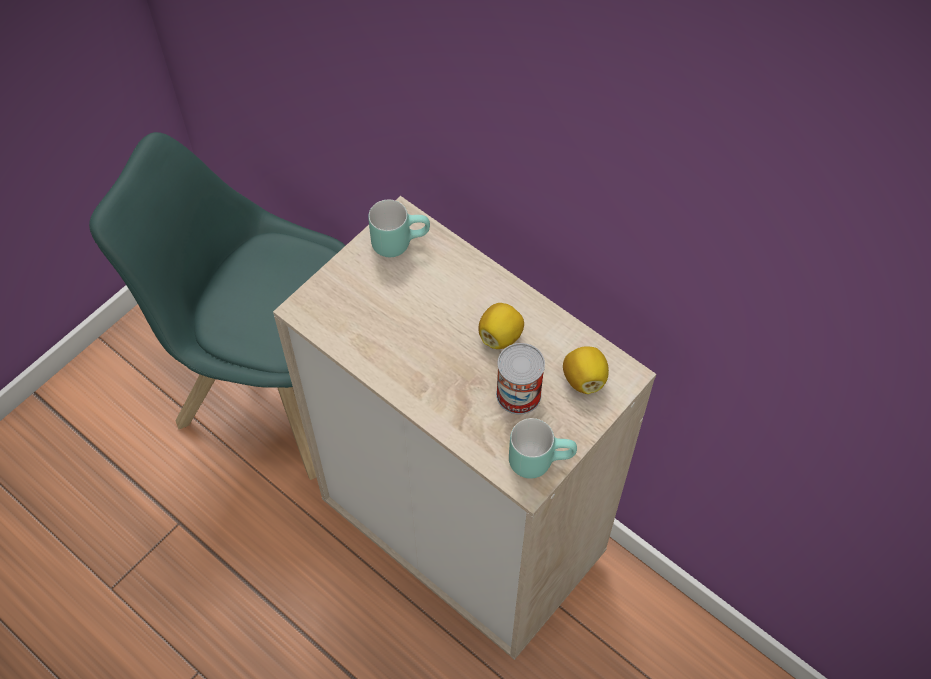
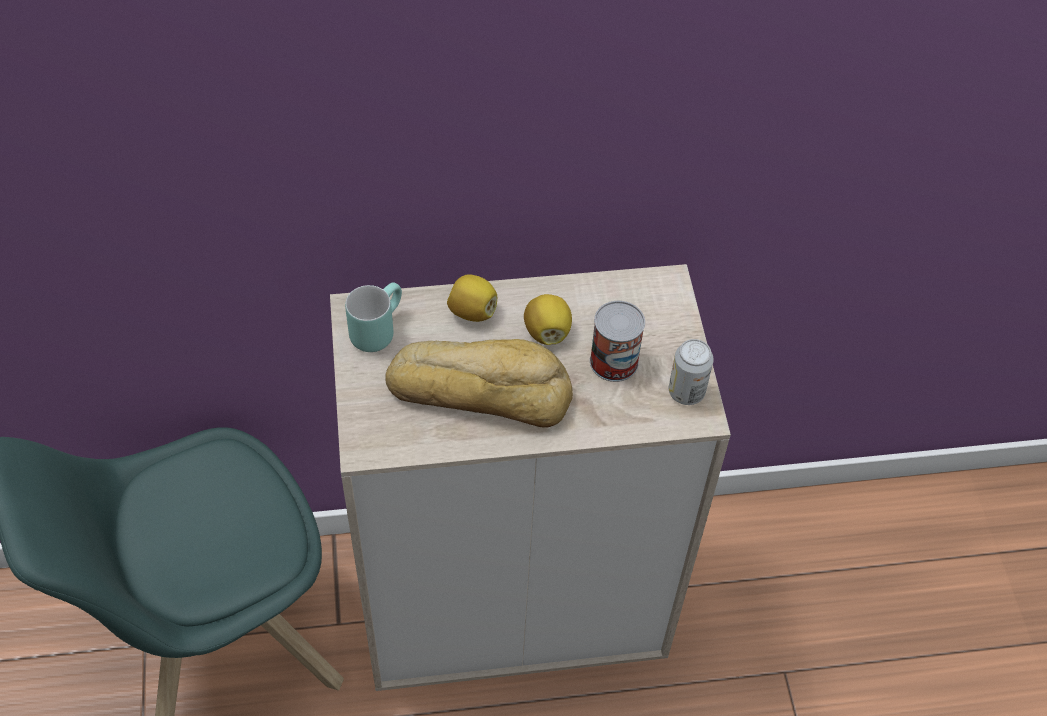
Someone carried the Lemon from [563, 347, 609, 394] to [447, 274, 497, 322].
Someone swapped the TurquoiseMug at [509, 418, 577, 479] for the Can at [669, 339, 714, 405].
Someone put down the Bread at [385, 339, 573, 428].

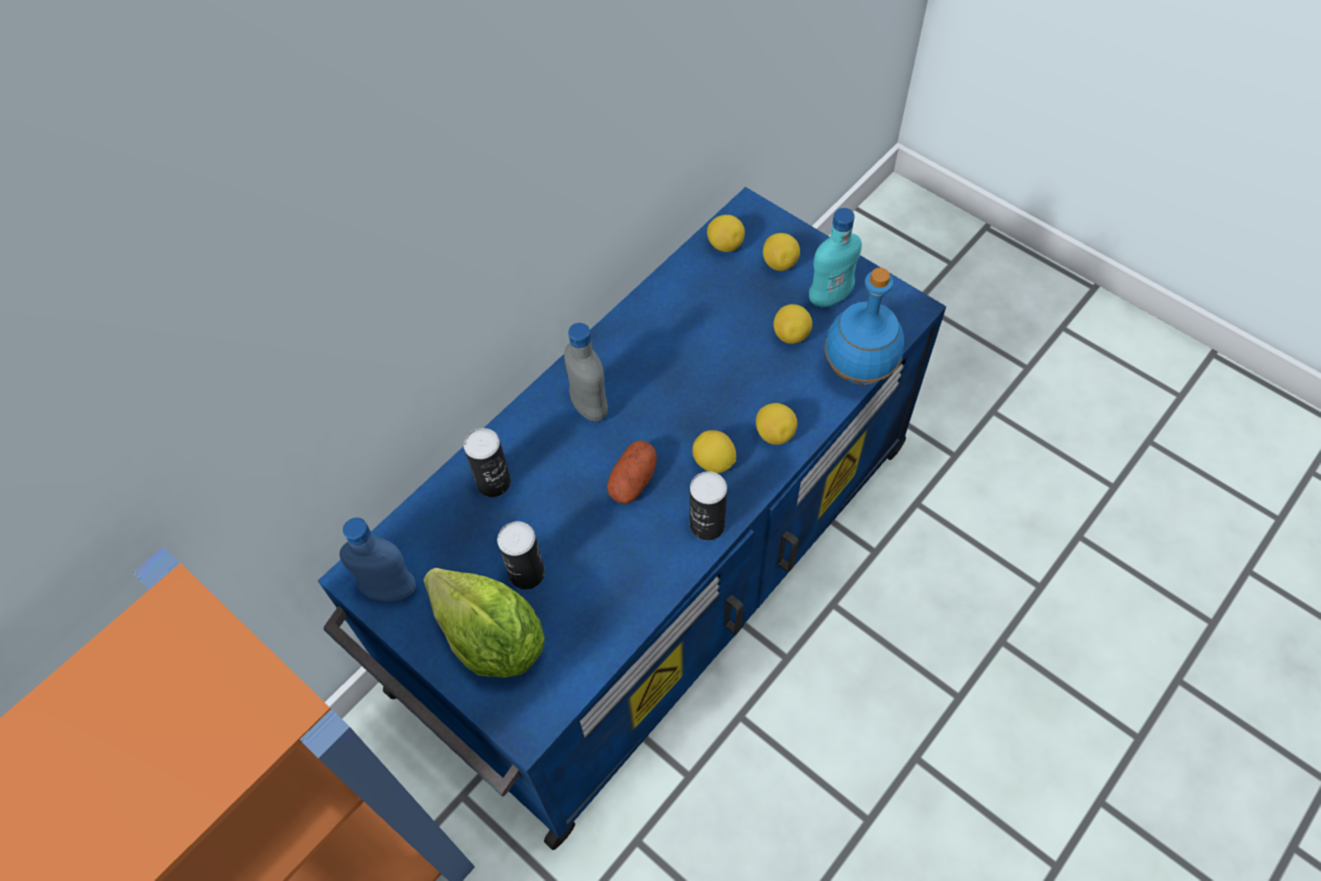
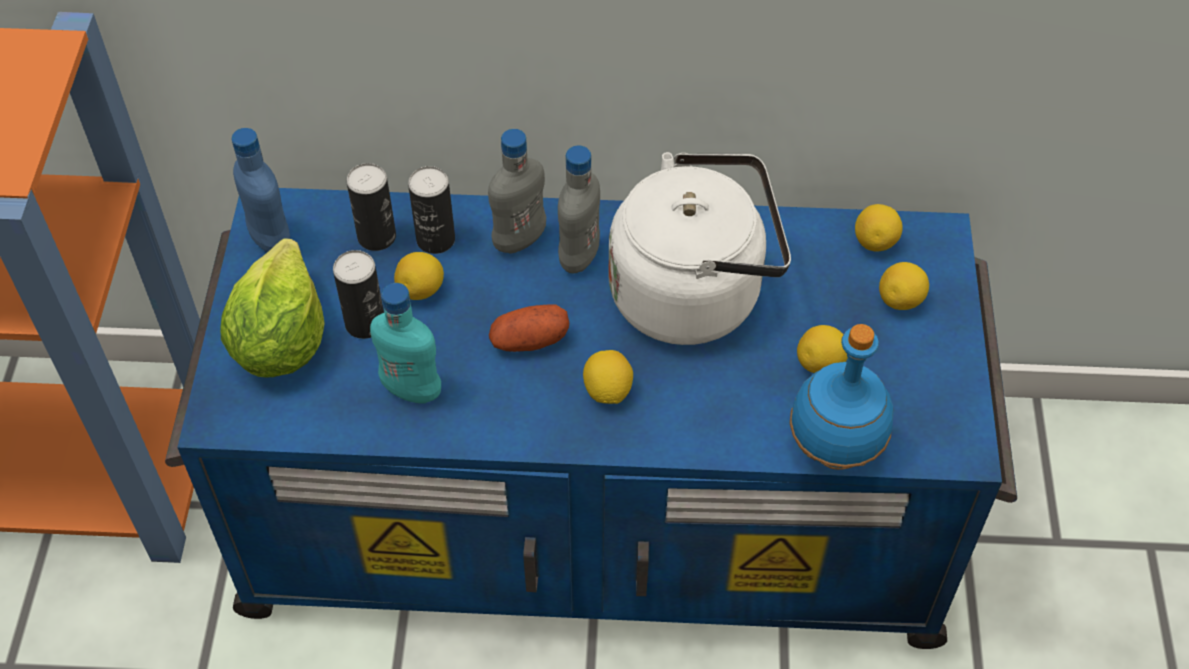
Someone carried the TurquoiseBottle from [809, 208, 862, 307] to [370, 283, 441, 404].
Someone carried the Lemon from [756, 403, 797, 445] to [394, 252, 444, 300].
Someone carried the Can from [690, 471, 727, 541] to [346, 163, 396, 251].
Someone put down the GreyBottle at [488, 129, 546, 254].
Someone put down the WhiteKettle at [608, 152, 791, 345].

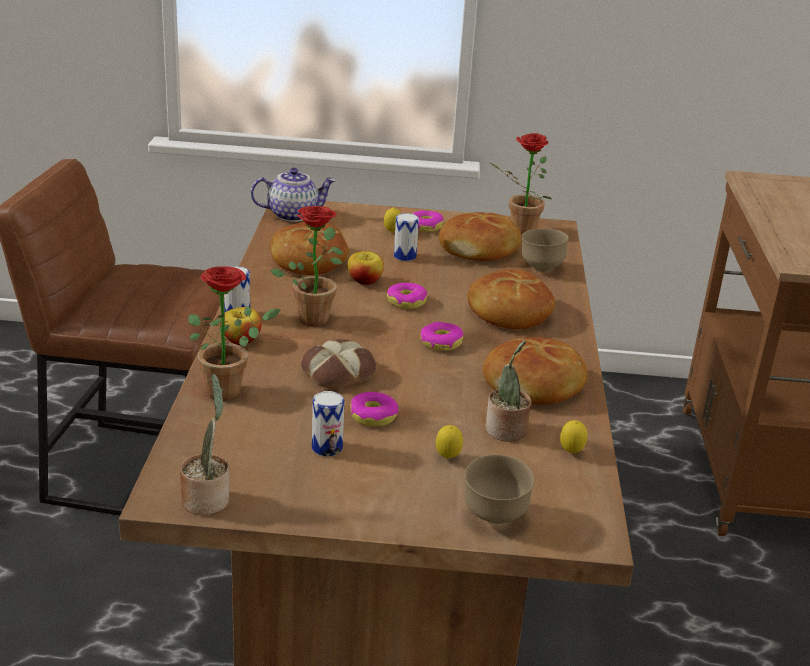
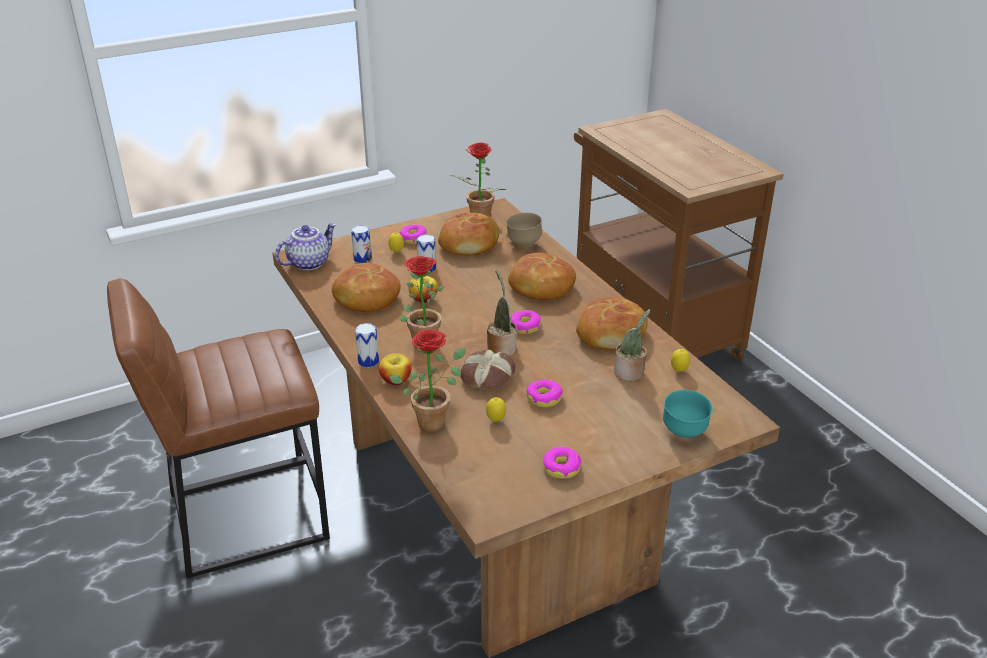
Someone carried the Donut from [387, 283, 427, 309] to [543, 447, 582, 479].
Someone carried the PottedPlant from [180, 374, 229, 515] to [487, 270, 517, 356].
Someone carried the Can from [312, 391, 345, 457] to [351, 225, 372, 263].
Someone carried the Lemon from [436, 425, 463, 459] to [486, 397, 506, 421].
Someone repainted the BrownBowl at [464, 455, 534, 524], which became the TurquoiseBowl at [663, 390, 713, 438].

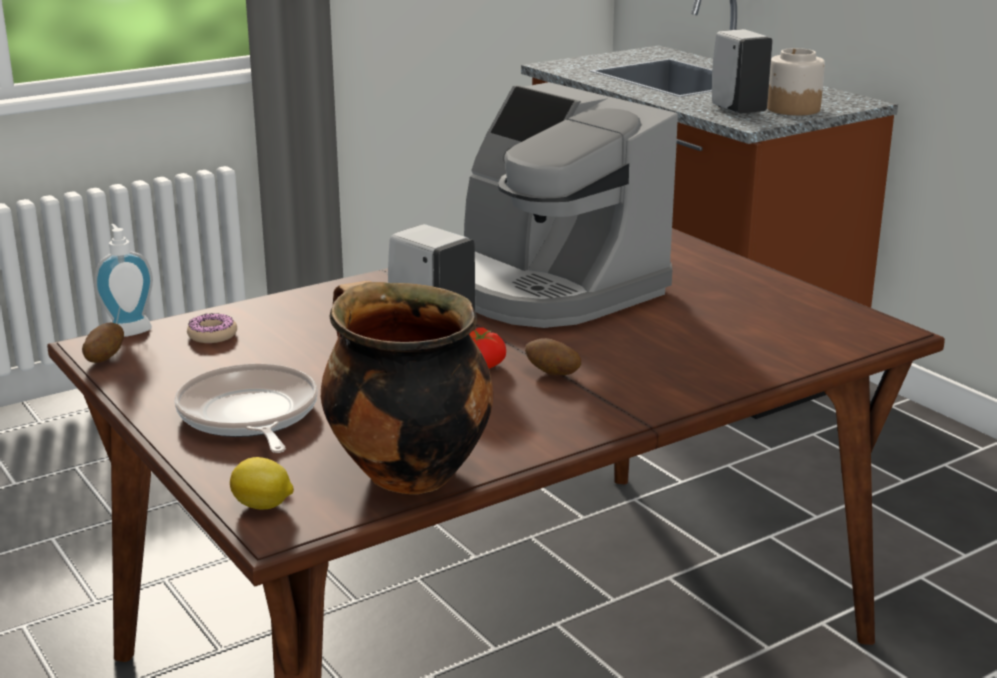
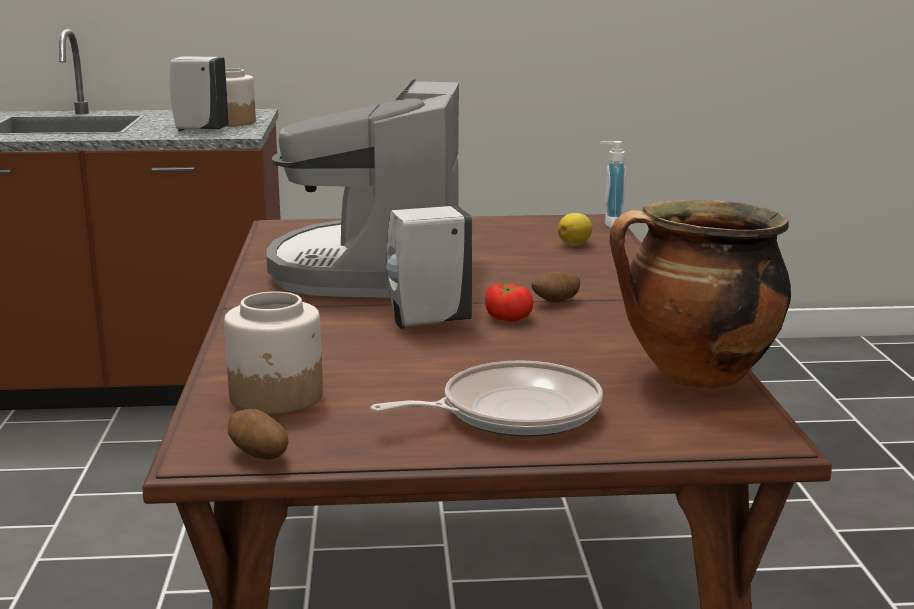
Someone rotated the CoffeeMachine at [464, 82, 678, 328] by 105 degrees clockwise.
Someone carried the SoapDispenser from [94, 224, 153, 337] to [599, 141, 626, 228].
Someone swapped the Donut at [187, 313, 237, 343] for the Jar at [224, 292, 323, 415].
Someone rotated the FryingPan at [174, 364, 318, 453] by 150 degrees clockwise.
Someone carried the Lemon from [230, 457, 294, 509] to [558, 213, 592, 246].

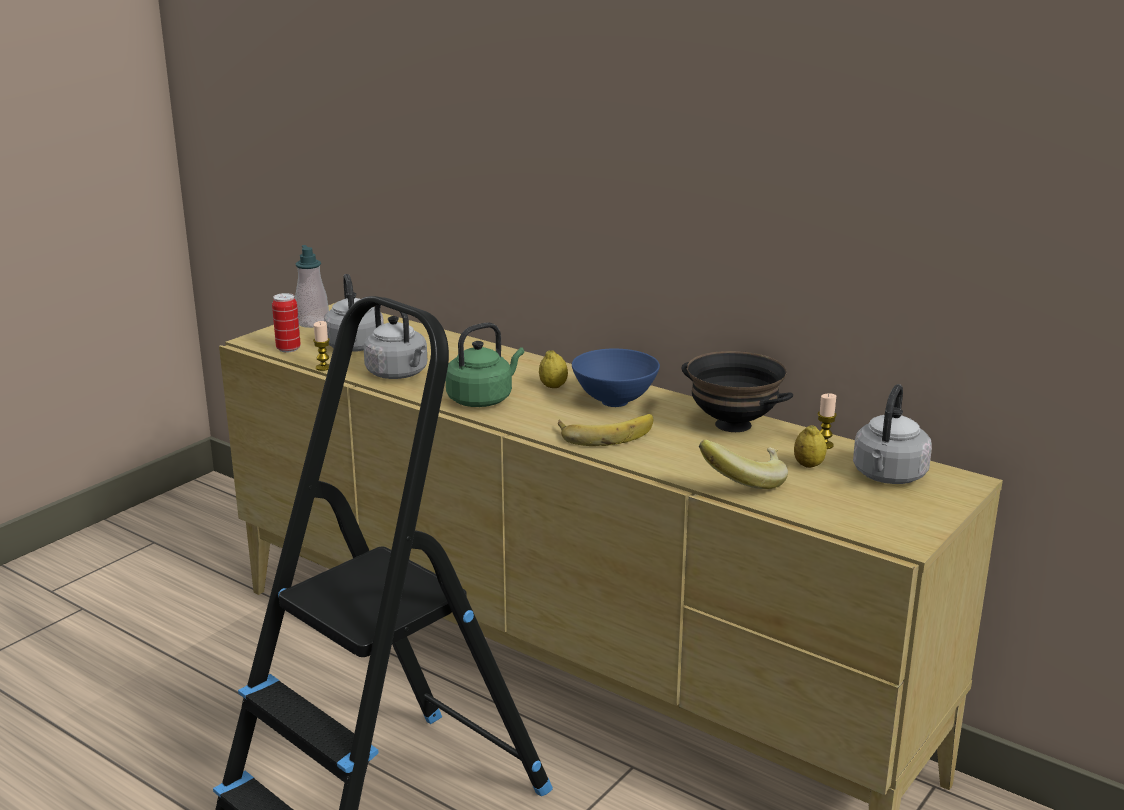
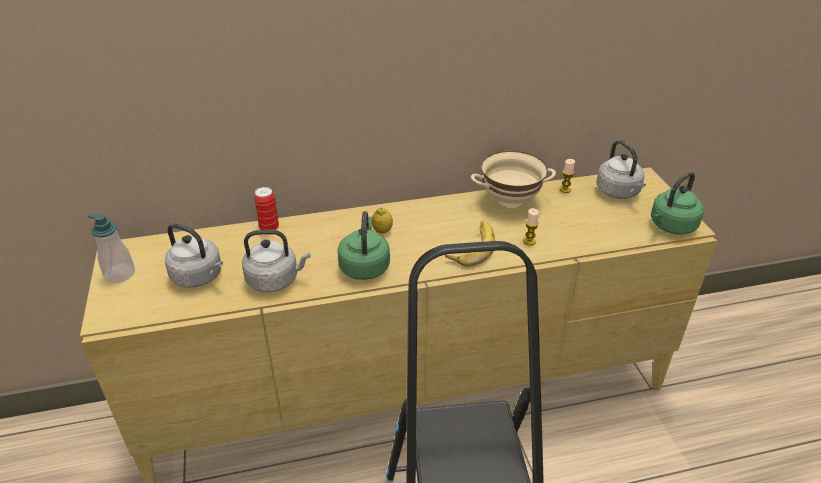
Someone carried the Can from [272, 293, 301, 352] to [254, 187, 279, 230].
Someone carried the Candle from [313, 321, 330, 371] to [523, 208, 539, 245].
Someone took away the BlueBowl at [572, 349, 660, 407].
Someone repainted the BlackBowl at [681, 351, 793, 432], which became the BeigeBowl at [471, 151, 556, 208].
Someone took away the Lemon at [794, 425, 827, 468].
Someone took away the Banana at [699, 440, 788, 489].
Someone put down the GreenKettle at [651, 172, 704, 235].

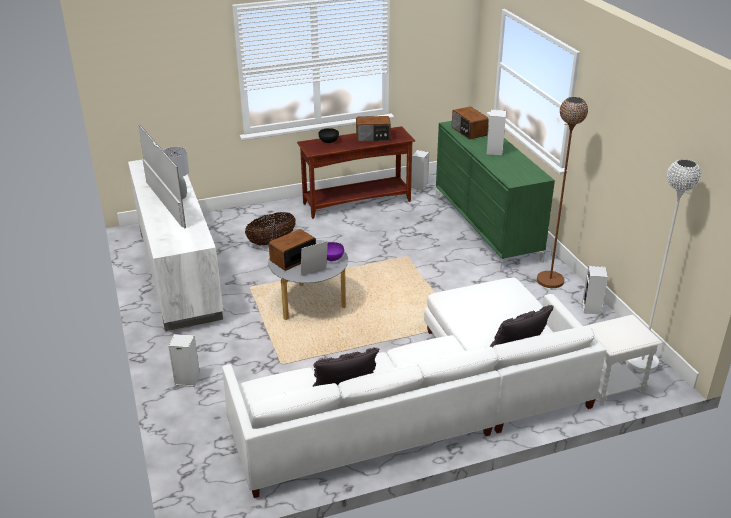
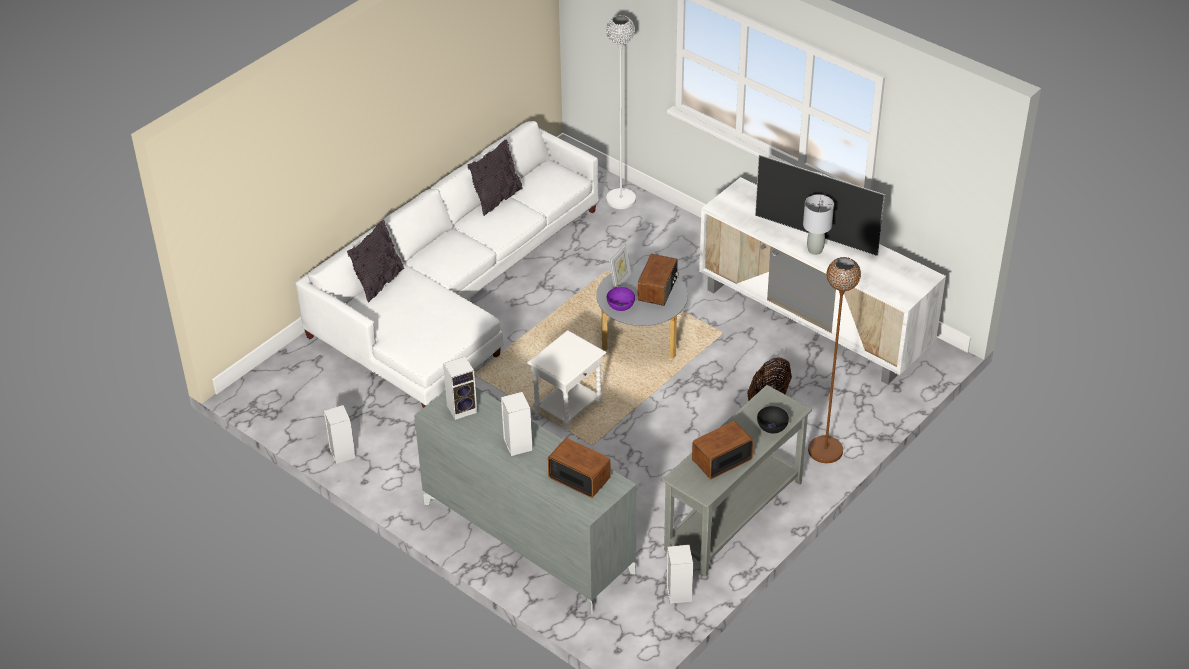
Someone carried the BrownFloorLamp from [537, 97, 588, 288] to [808, 257, 861, 463].
Someone repainted the GreenDresser at [435, 121, 555, 272], which became the GreyDresser at [414, 387, 636, 614].
Someone repainted the BrownConsoleTable at [297, 126, 415, 219], which became the GreyConsoleTable at [662, 385, 812, 576].
Someone carried the WhiteFloorLamp from [626, 159, 701, 372] to [606, 15, 636, 209].
Someone carried the WhiteSideTable from [586, 315, 663, 406] to [527, 330, 607, 432].
Someone carried the Speaker from [168, 334, 200, 387] to [443, 356, 477, 420].

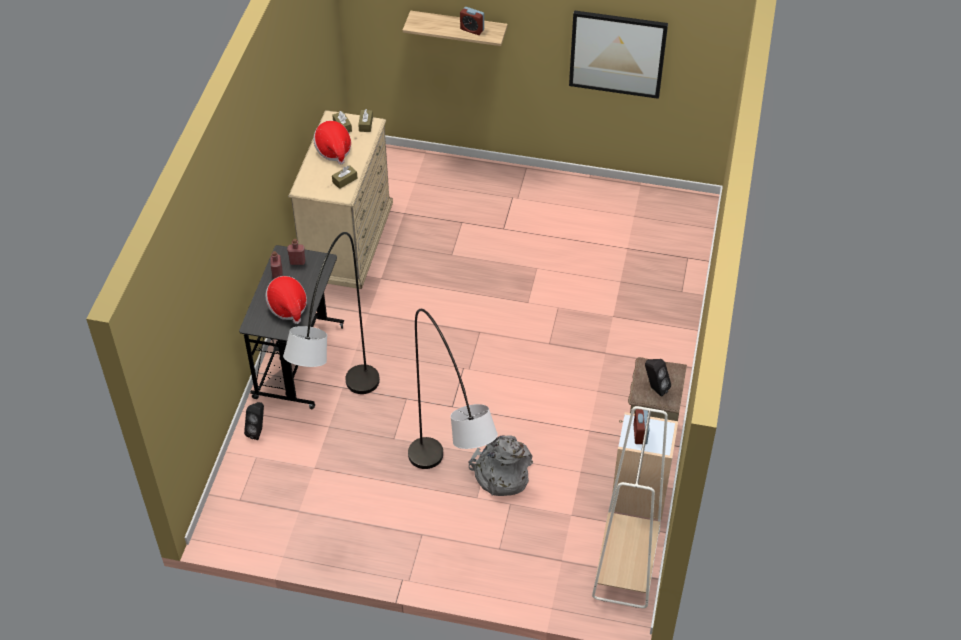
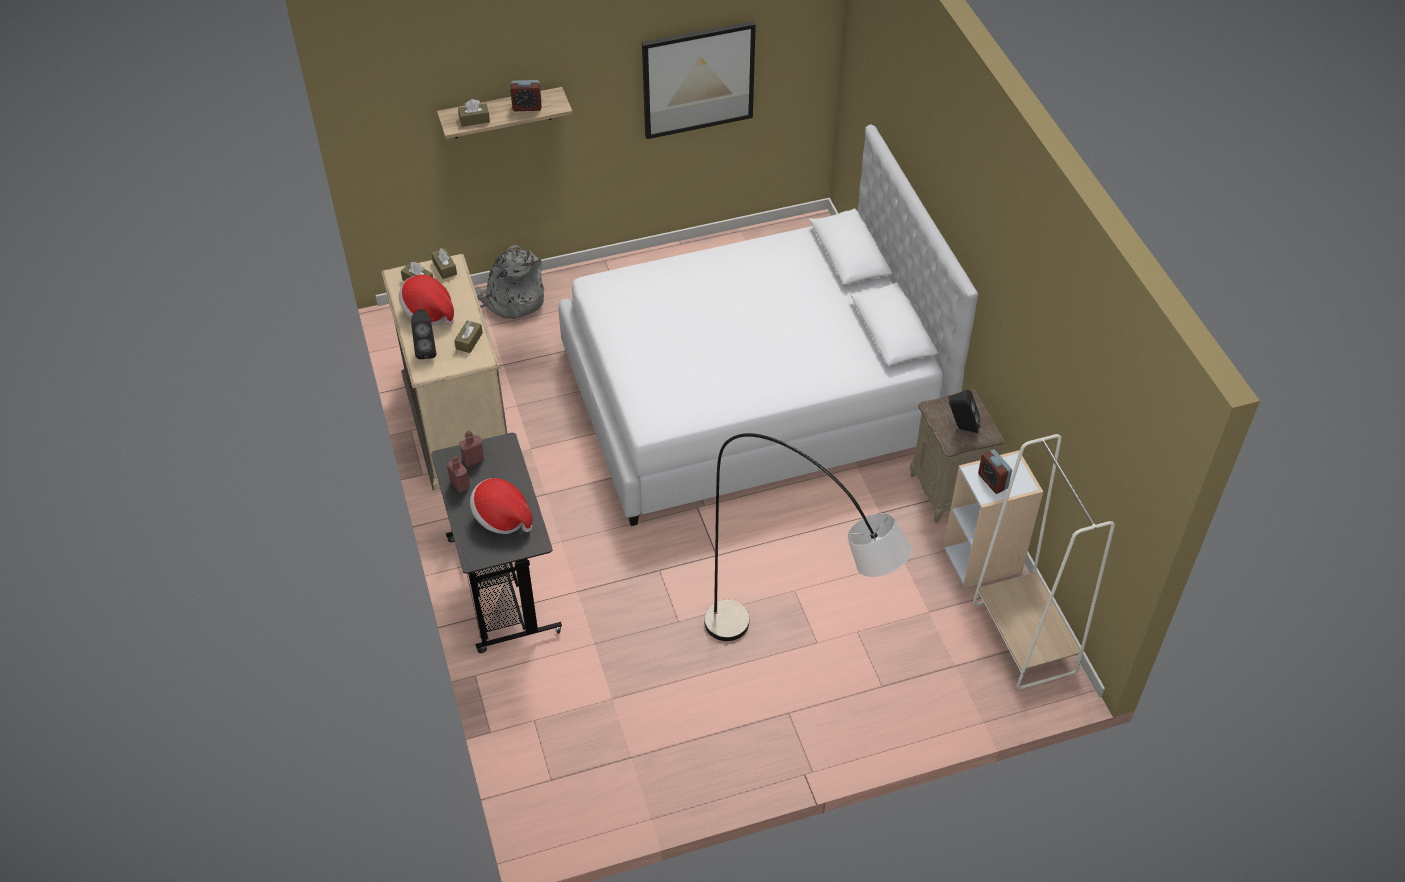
Someone took away the GreyFloorLamp at [283, 232, 380, 394].
Someone carried the BlackSpeaker from [244, 402, 264, 440] to [411, 309, 436, 359].
Someone carried the GreyBackpack from [468, 435, 533, 496] to [475, 245, 544, 319].
Someone put down the BrownTissueBox at [458, 99, 490, 127].
Someone put down the WhiteBed at [558, 124, 978, 526].

